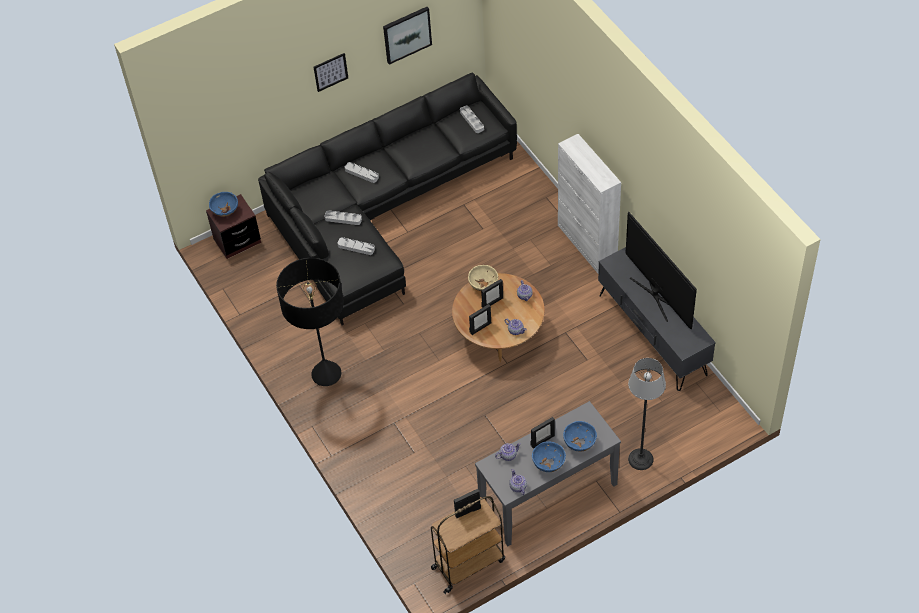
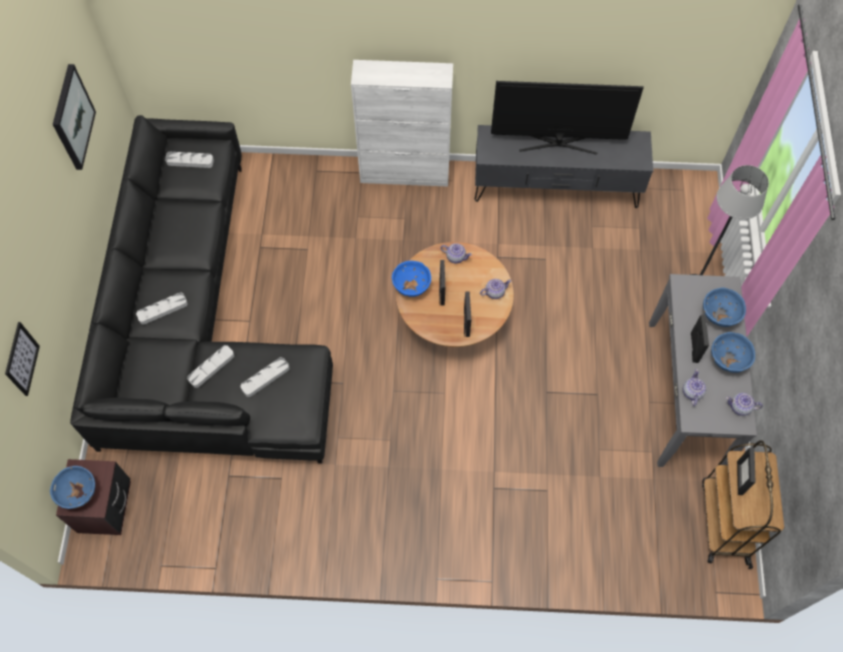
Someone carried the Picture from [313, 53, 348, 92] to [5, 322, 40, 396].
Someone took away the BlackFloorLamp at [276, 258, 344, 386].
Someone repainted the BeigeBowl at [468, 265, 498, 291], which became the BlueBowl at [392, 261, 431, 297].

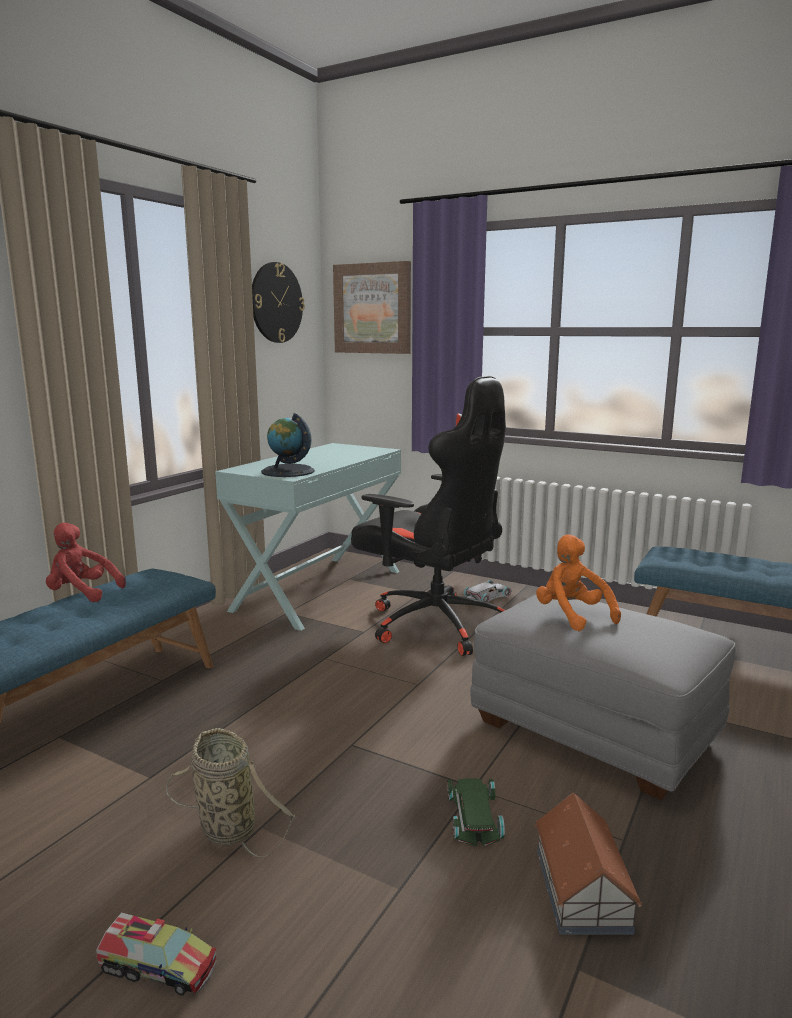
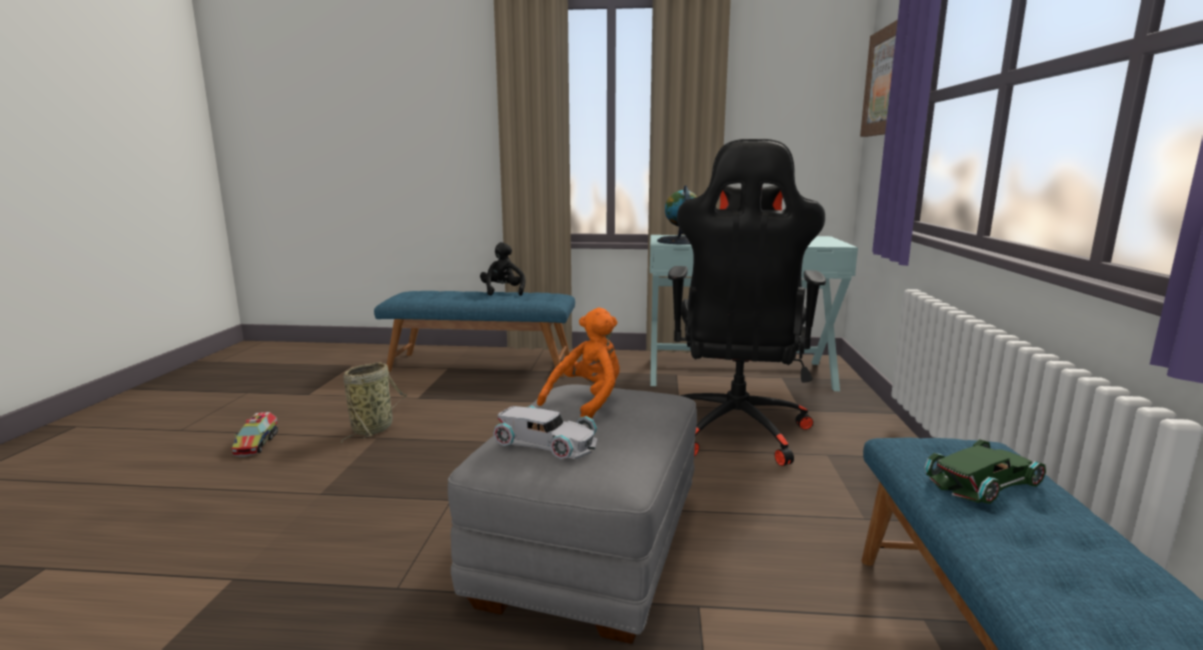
Someone took away the WallClock at [252, 262, 305, 343].
Someone repainted the RedPlushToy at [46, 523, 126, 602], which became the BlackPlushToy at [480, 242, 526, 296].
Someone carried the WhiteToyCar from [463, 580, 512, 603] to [493, 405, 597, 460].
Someone carried the GreenToyCar from [447, 778, 505, 846] to [924, 439, 1046, 504].
Someone took away the ToyHouse at [535, 793, 642, 935].

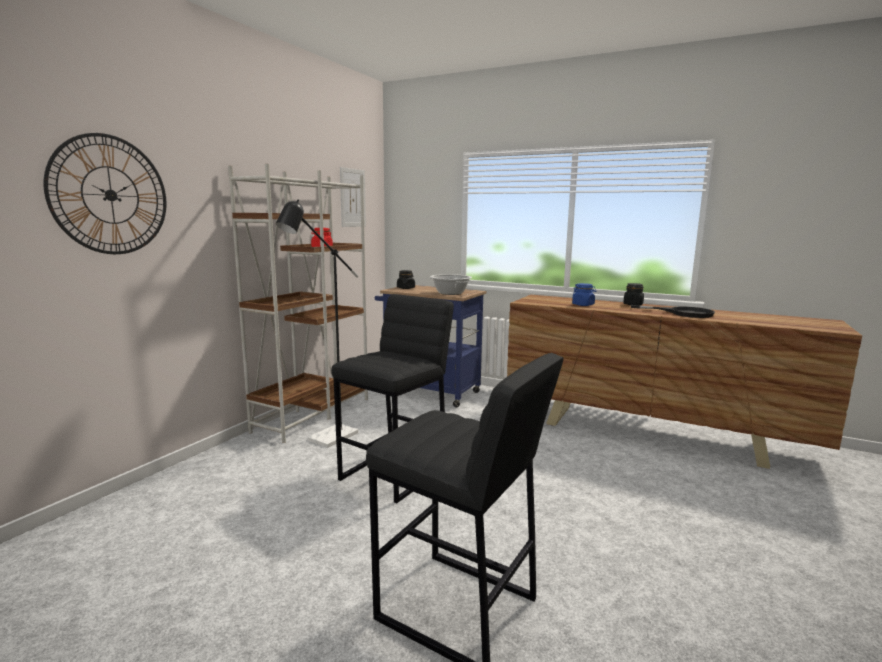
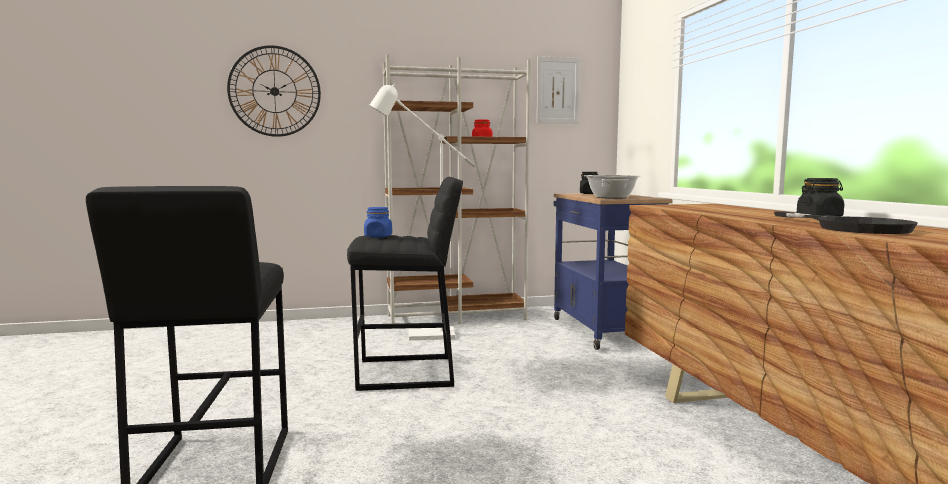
Someone repainted the BlackFloorLamp at [275, 200, 358, 448], which became the WhiteFloorLamp at [369, 83, 475, 340].
Someone carried the BlueJar from [572, 283, 596, 306] to [364, 207, 392, 238].

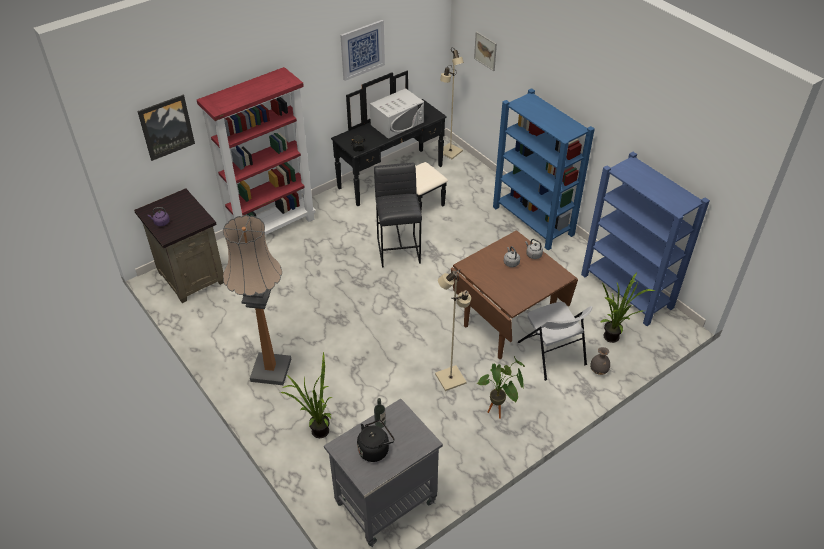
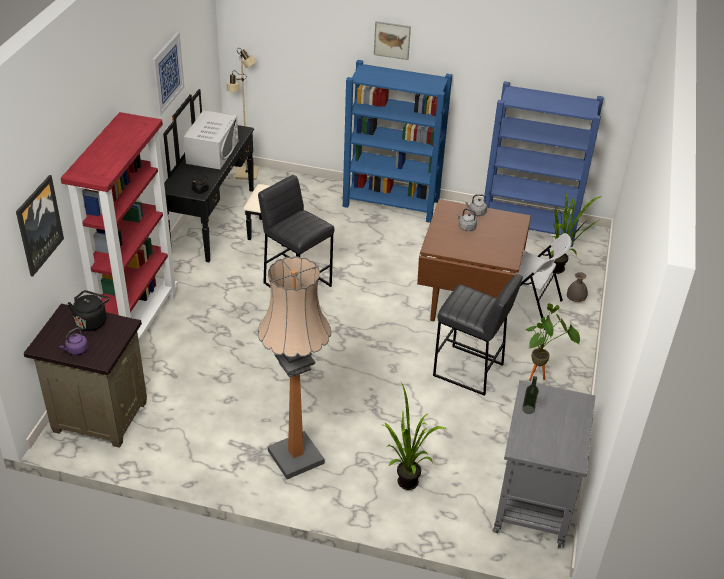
Someone carried the Picture from [474, 31, 497, 71] to [374, 21, 411, 60].
Someone swapped the BeigeFloorLamp at [435, 269, 471, 391] for the GreyStool at [433, 274, 523, 396].
Someone carried the BlackKettle from [357, 420, 395, 462] to [68, 290, 110, 331].

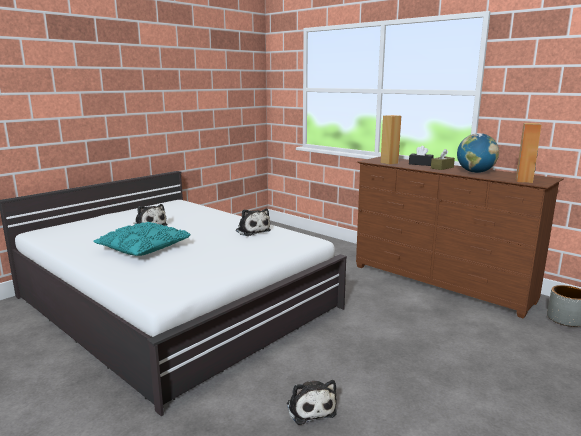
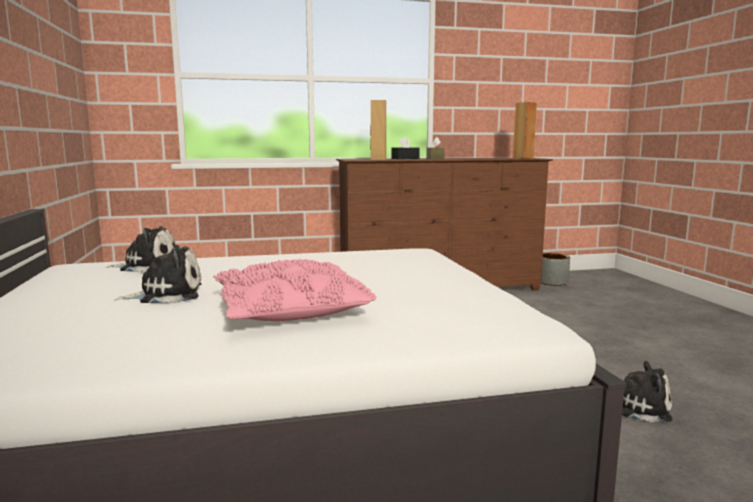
Someone took away the Globe at [457, 133, 499, 173].
Someone carried the PlushToy from [236, 208, 271, 236] to [106, 226, 175, 273].
Someone repainted the TurquoisePillow at [93, 222, 191, 256], which became the PinkPillow at [213, 259, 376, 321].

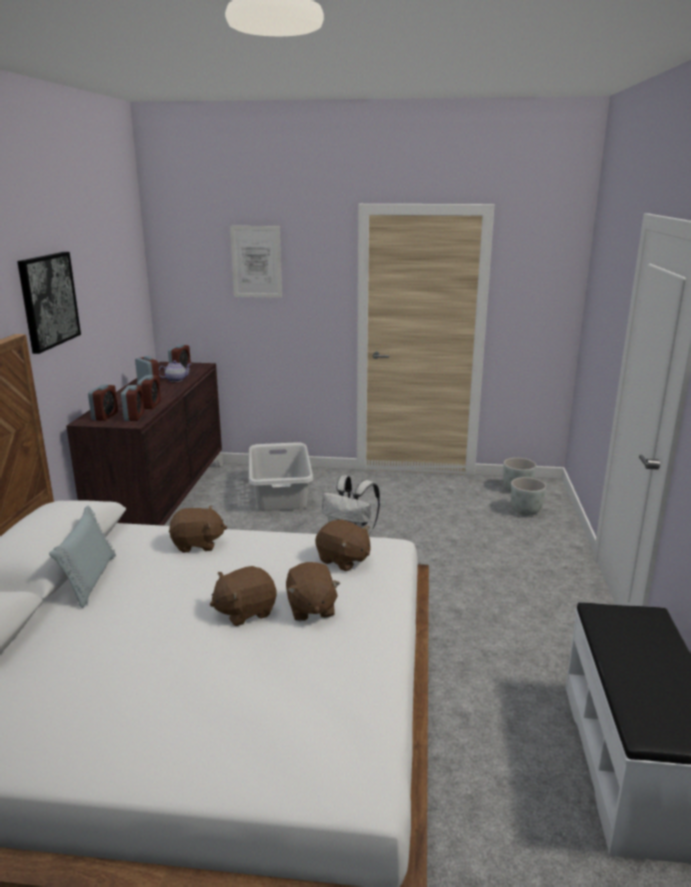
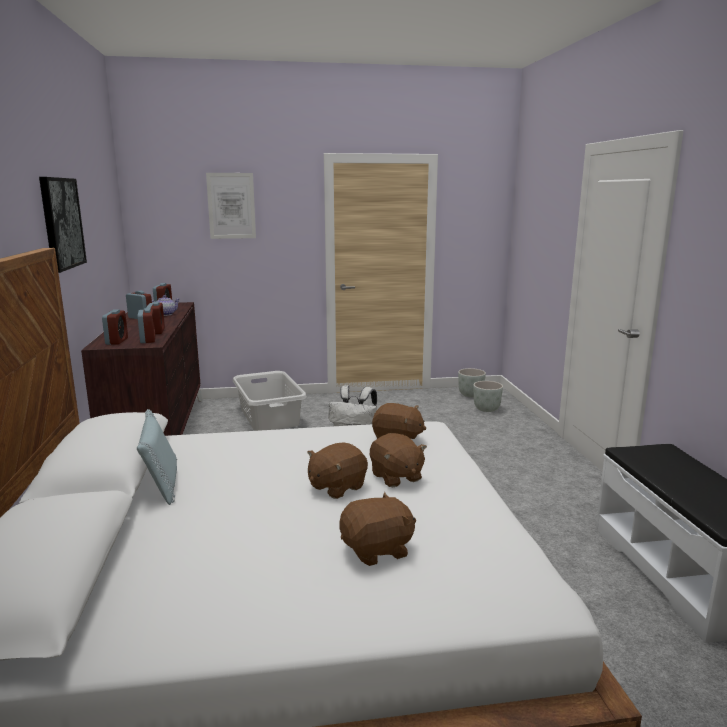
Someone carried the BrownPlushToy from [169, 505, 227, 553] to [339, 492, 416, 566].

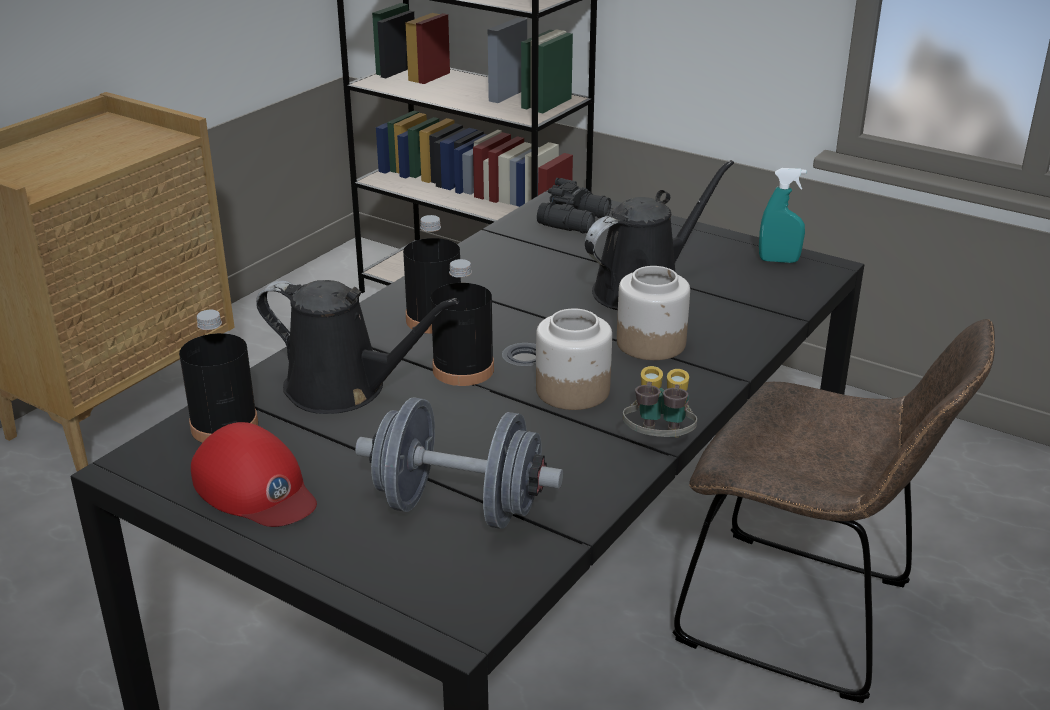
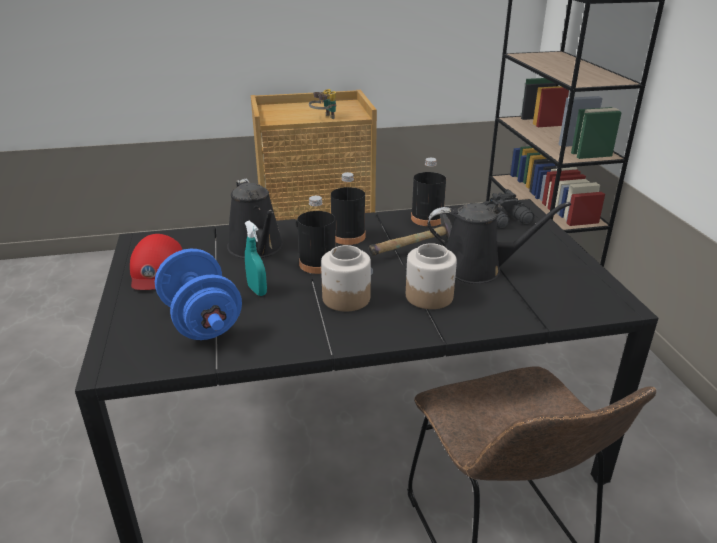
Someone carried the TurquoiseSprayBottle from [759, 168, 807, 263] to [245, 221, 267, 296].
Someone carried the BlackBottle from [179, 310, 258, 443] to [411, 158, 446, 226].
Someone carried the Binoculars from [623, 366, 697, 437] to [309, 89, 337, 119].
Someone repainted the GreyDumbbell at [355, 397, 563, 529], which became the BlueDumbbell at [155, 249, 242, 340].
Someone put down the Hammer at [369, 214, 452, 256].

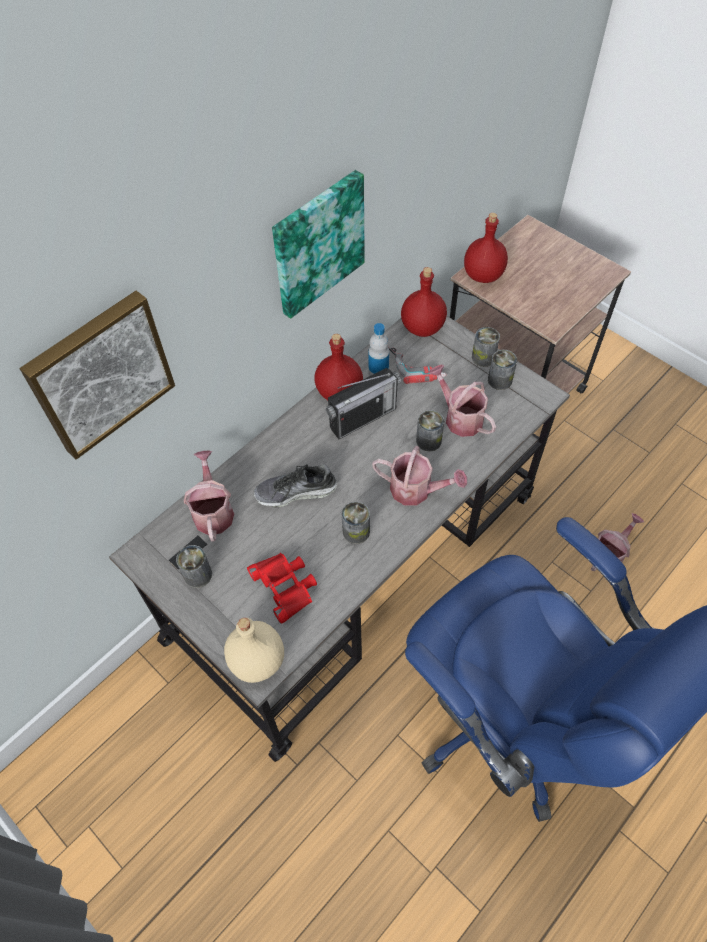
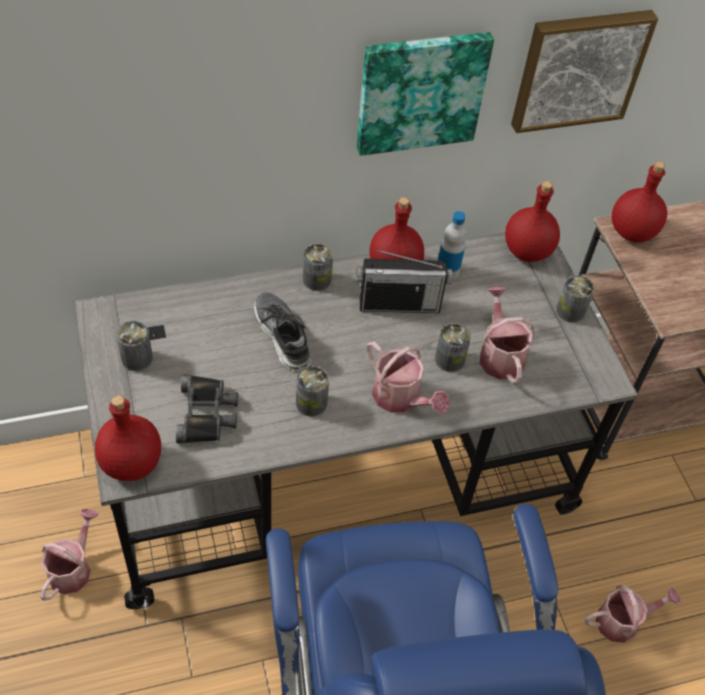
Someone carried the Picture from [20, 291, 175, 460] to [511, 10, 658, 133].
Someone took away the PowerDrill at [388, 347, 447, 384].
Someone carried the Can from [488, 350, 517, 390] to [303, 243, 333, 291].
Someone carried the WateringCan from [184, 450, 234, 541] to [40, 509, 98, 601].
Someone rotated the Shoe at [254, 464, 337, 508] by 45 degrees clockwise.
Someone repainted the RedBinoculars at [247, 553, 317, 624], which became the BlackBinoculars at [176, 375, 238, 443].
Someone repainted the BeigeBottle at [224, 618, 284, 683], which became the RedBottle at [95, 395, 161, 481].

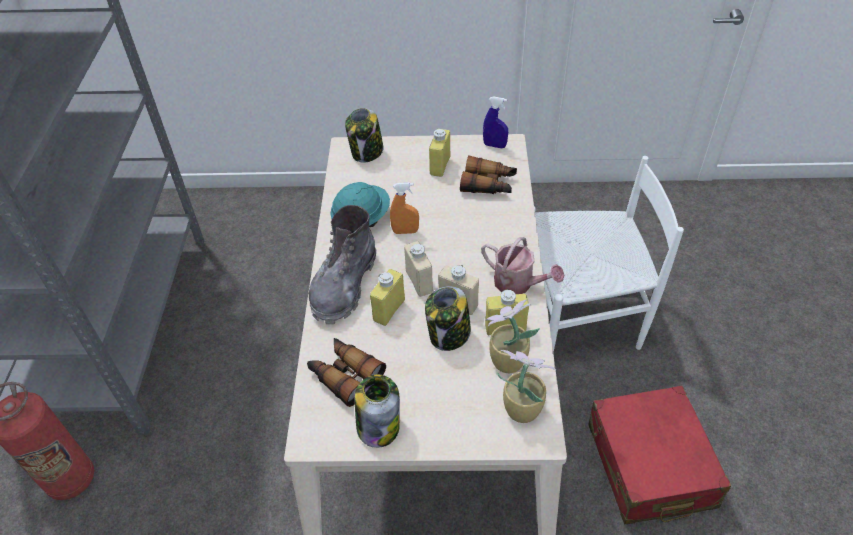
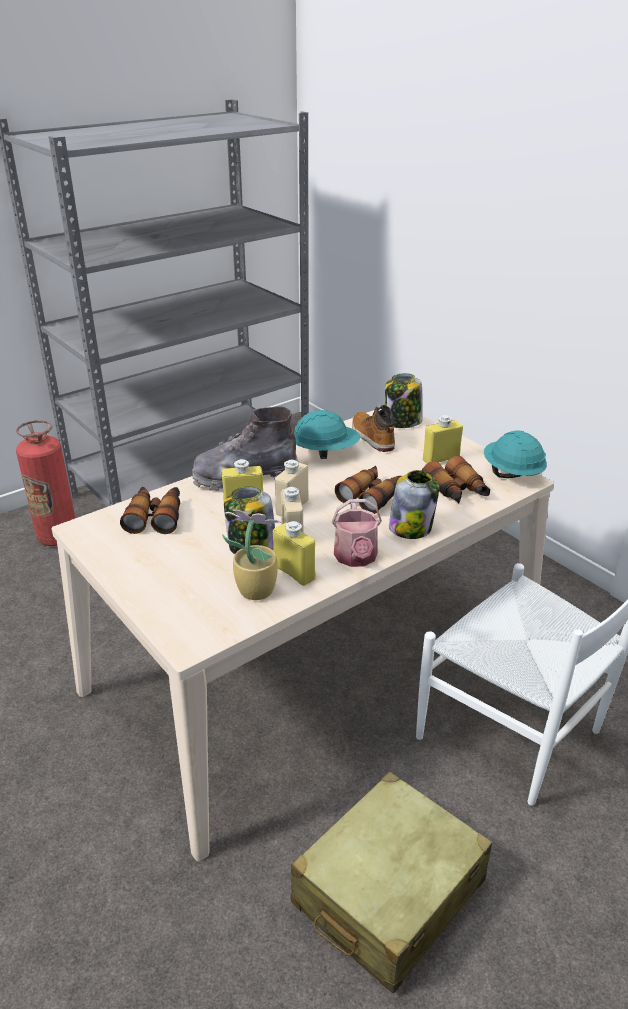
Someone swapped the BlueSprayBottle at [483, 96, 508, 148] for the TurquoiseHardHat at [484, 431, 547, 478].
Someone took away the OrangeSprayBottle at [390, 182, 419, 234].
Someone took away the PottedPlant at [497, 350, 556, 423].
Someone carried the Jar from [355, 374, 400, 448] to [389, 470, 439, 539].
Someone repainted the RedSuitcase at [588, 386, 731, 524], which became the BeigeSuitcase at [291, 771, 492, 994].
Someone put down the Boot at [352, 405, 395, 452].
Someone put down the Binoculars at [335, 466, 401, 514].

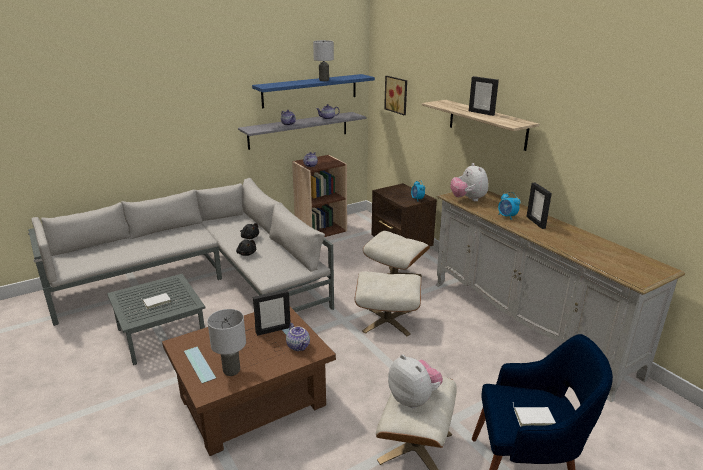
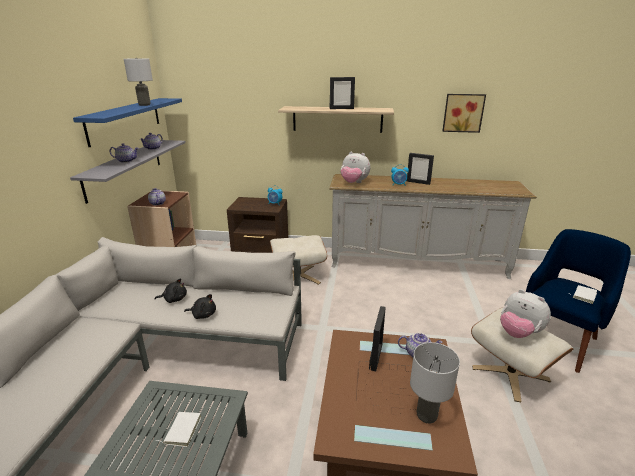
Someone carried the Picture from [384, 76, 407, 115] to [442, 94, 486, 133].
Someone took away the BeigeOttoman at [355, 272, 421, 336].
Someone rotated the PlushToy at [388, 354, 443, 408] by 135 degrees counterclockwise.

